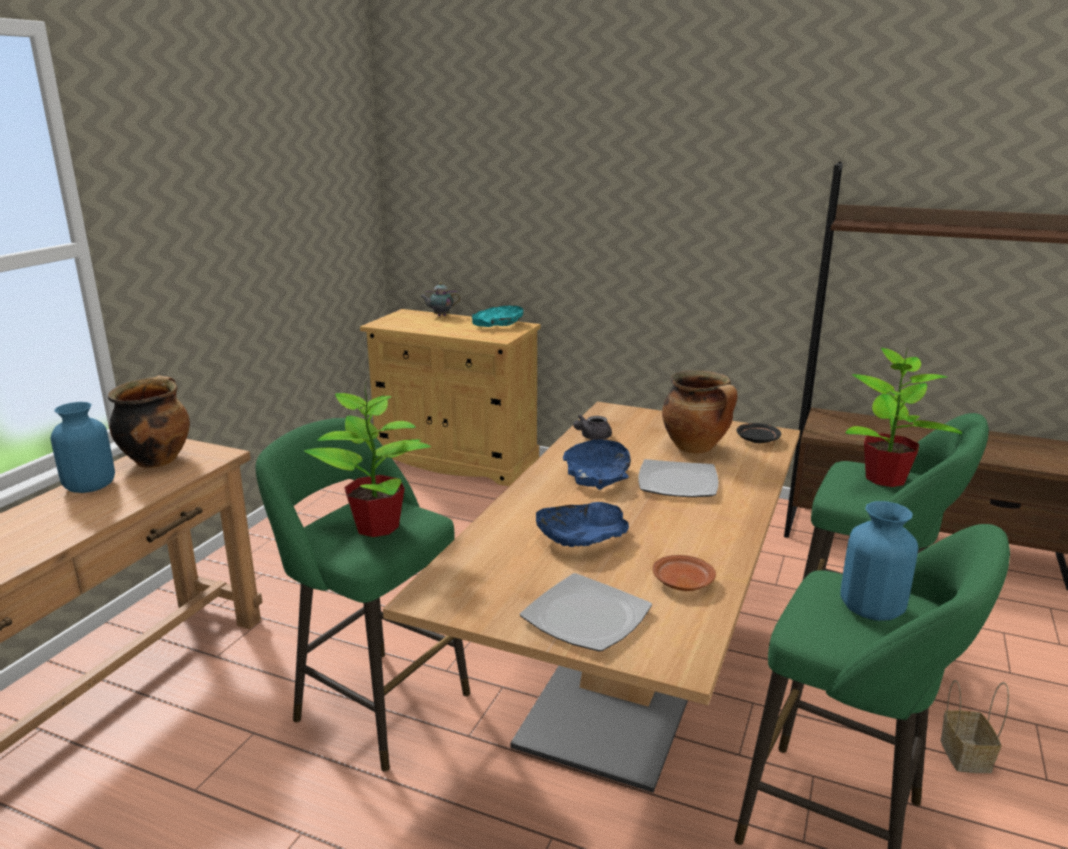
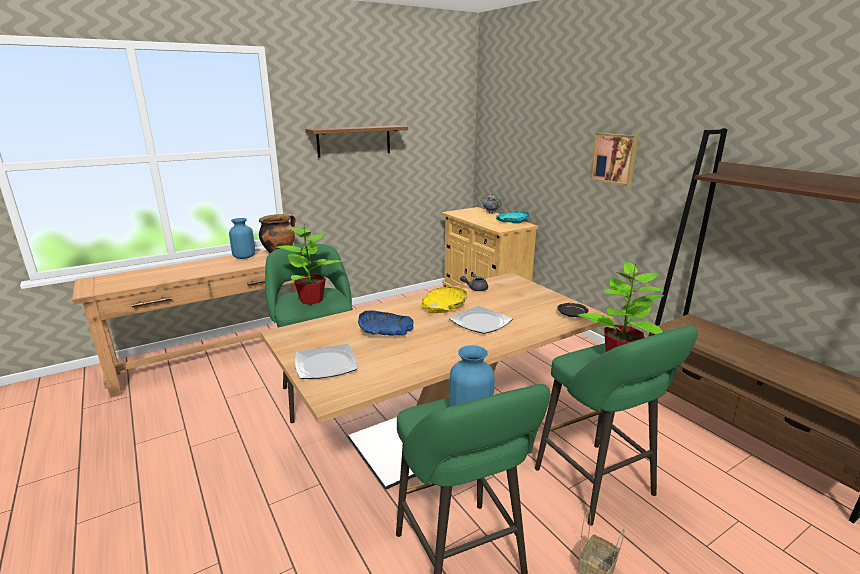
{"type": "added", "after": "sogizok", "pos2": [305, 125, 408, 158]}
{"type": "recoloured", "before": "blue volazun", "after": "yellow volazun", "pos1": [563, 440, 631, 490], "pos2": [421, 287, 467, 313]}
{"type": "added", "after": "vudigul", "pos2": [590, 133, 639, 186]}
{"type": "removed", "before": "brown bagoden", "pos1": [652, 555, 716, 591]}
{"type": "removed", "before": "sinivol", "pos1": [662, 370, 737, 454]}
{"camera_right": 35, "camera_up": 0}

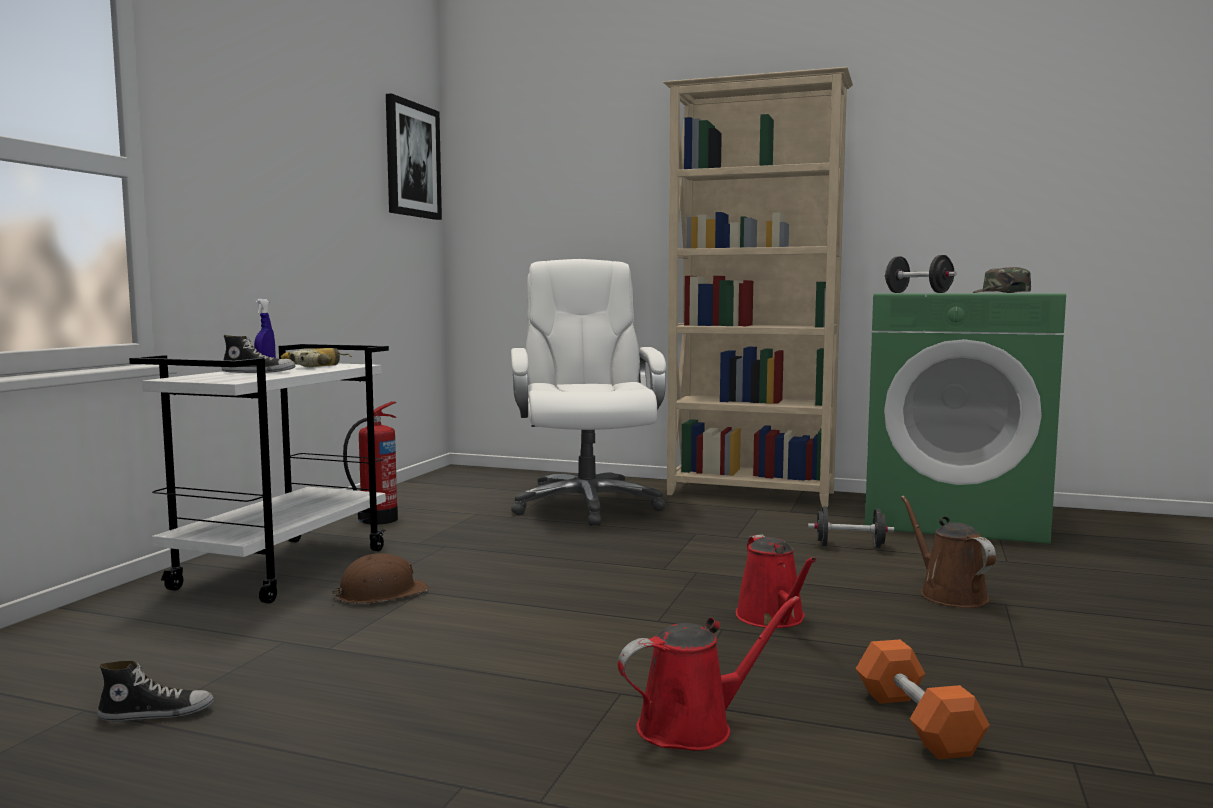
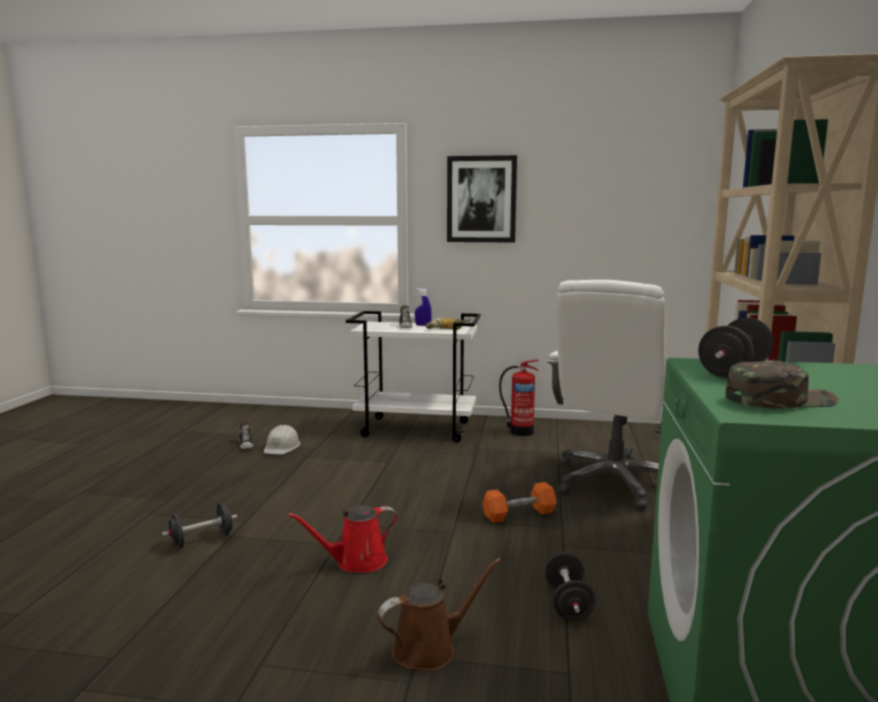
{"type": "replaced", "before": "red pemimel", "after": "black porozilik", "pos1": [618, 596, 800, 751], "pos2": [162, 503, 237, 549]}
{"type": "added", "after": "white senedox", "pos2": [264, 425, 300, 455]}
{"type": "moved", "before": "vudigul", "pos1": [386, 93, 442, 220], "pos2": [447, 155, 517, 243]}
{"type": "moved", "before": "orange porozilik", "pos1": [856, 640, 990, 759], "pos2": [482, 482, 557, 523]}
{"type": "turned", "before": "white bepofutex", "pos1": [511, 259, 666, 526], "pos2": [546, 280, 667, 509], "turn": 135}
{"type": "removed", "before": "brown senedox", "pos1": [332, 553, 429, 604]}
{"camera_right": 80, "camera_up": 5}

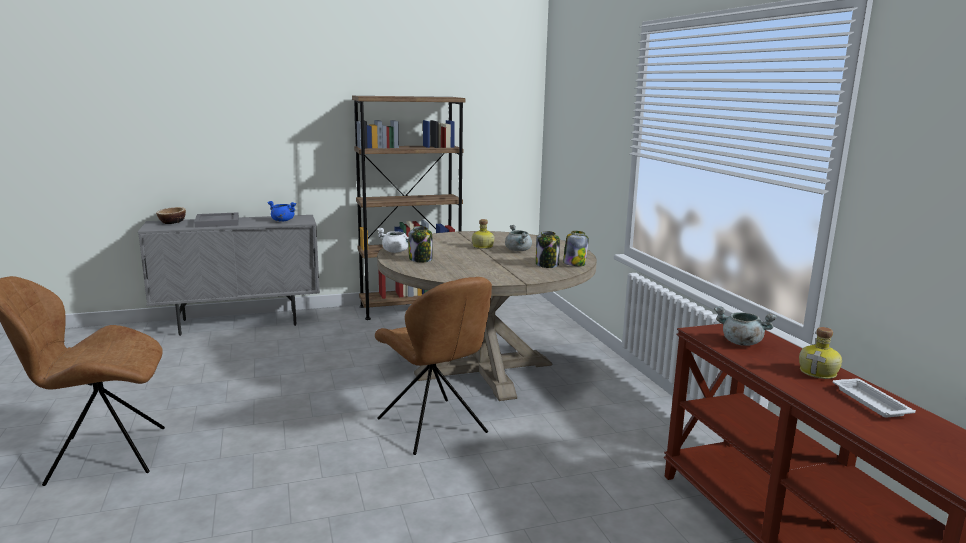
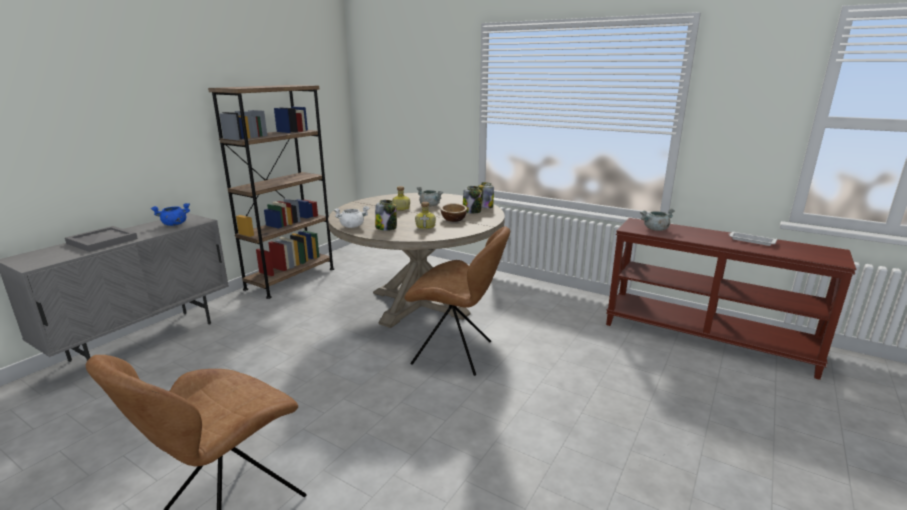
{"type": "moved", "before": "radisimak", "pos1": [799, 327, 842, 379], "pos2": [415, 202, 436, 229]}
{"type": "moved", "before": "volazun", "pos1": [156, 207, 186, 224], "pos2": [440, 203, 467, 222]}
{"camera_right": -40, "camera_up": 5}

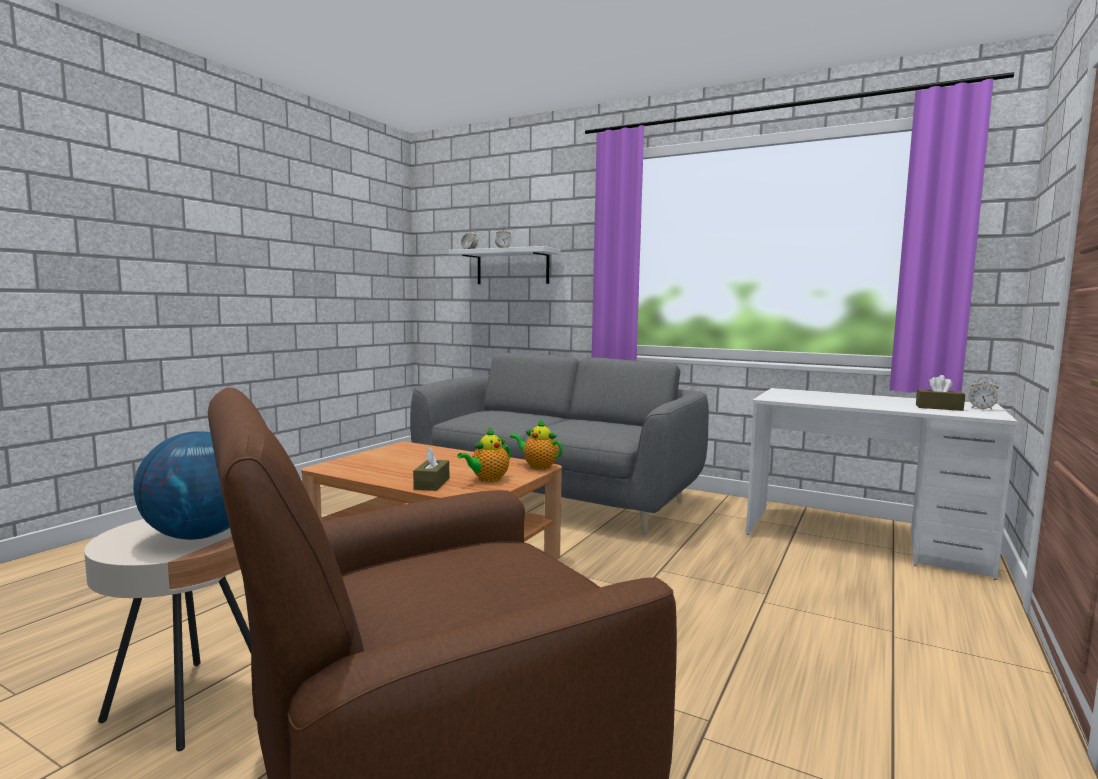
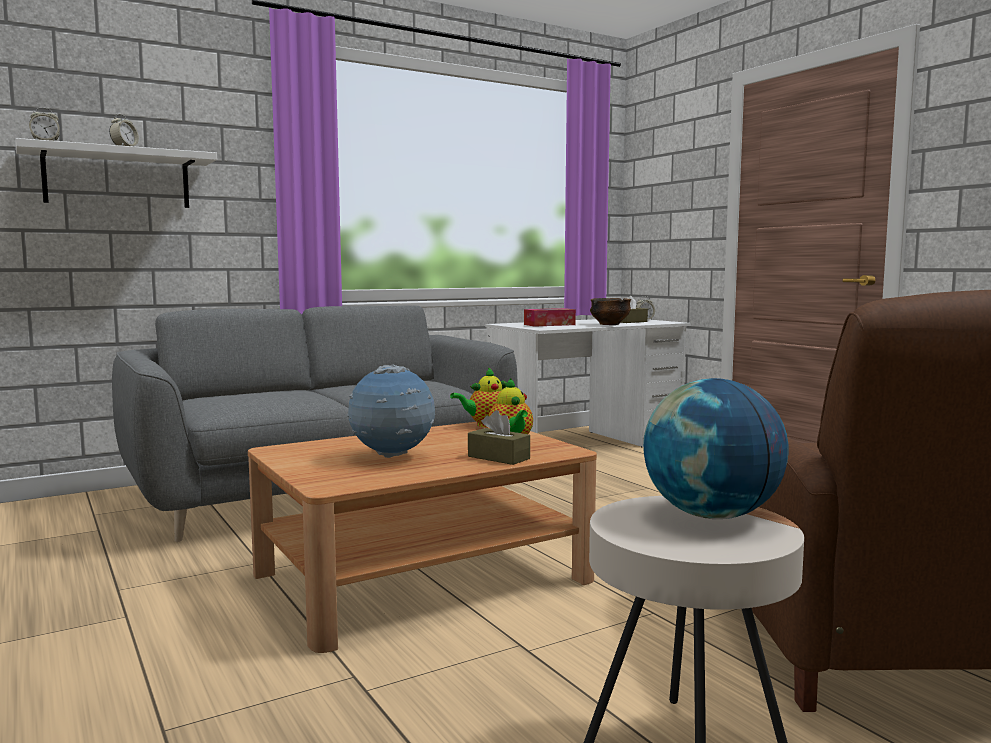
{"type": "added", "after": "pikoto", "pos2": [347, 365, 435, 458]}
{"type": "added", "after": "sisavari", "pos2": [524, 308, 576, 327]}
{"type": "added", "after": "volazun", "pos2": [590, 298, 631, 325]}
{"camera_right": -60, "camera_up": 0}

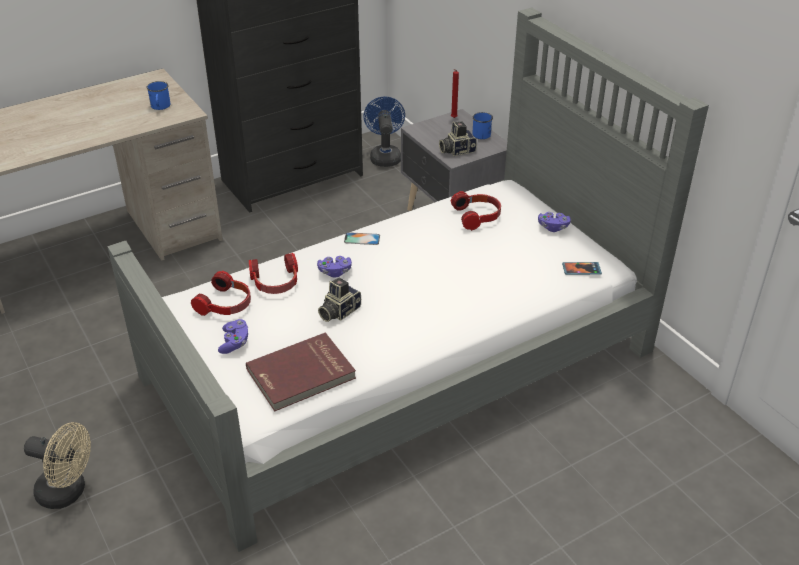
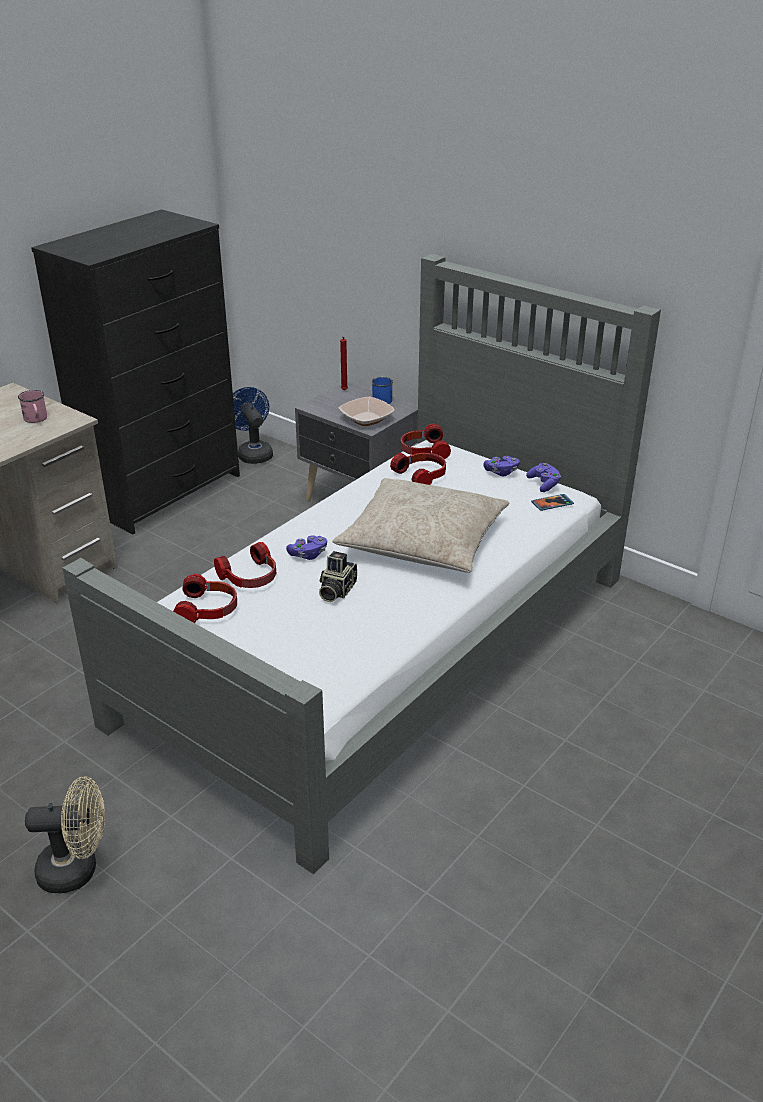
{"type": "recoloured", "before": "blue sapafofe", "after": "pink sapafofe", "pos1": [146, 81, 171, 110], "pos2": [18, 390, 47, 423]}
{"type": "added", "after": "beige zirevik", "pos2": [333, 478, 510, 573]}
{"type": "replaced", "before": "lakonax", "after": "volazun", "pos1": [439, 121, 477, 156], "pos2": [339, 397, 395, 426]}
{"type": "added", "after": "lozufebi", "pos2": [401, 423, 451, 459]}
{"type": "moved", "before": "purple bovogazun", "pos1": [218, 319, 248, 354], "pos2": [526, 463, 561, 492]}
{"type": "removed", "before": "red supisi", "pos1": [246, 333, 356, 411]}
{"type": "removed", "before": "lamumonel", "pos1": [344, 232, 380, 245]}
{"camera_right": -20, "camera_up": -5}

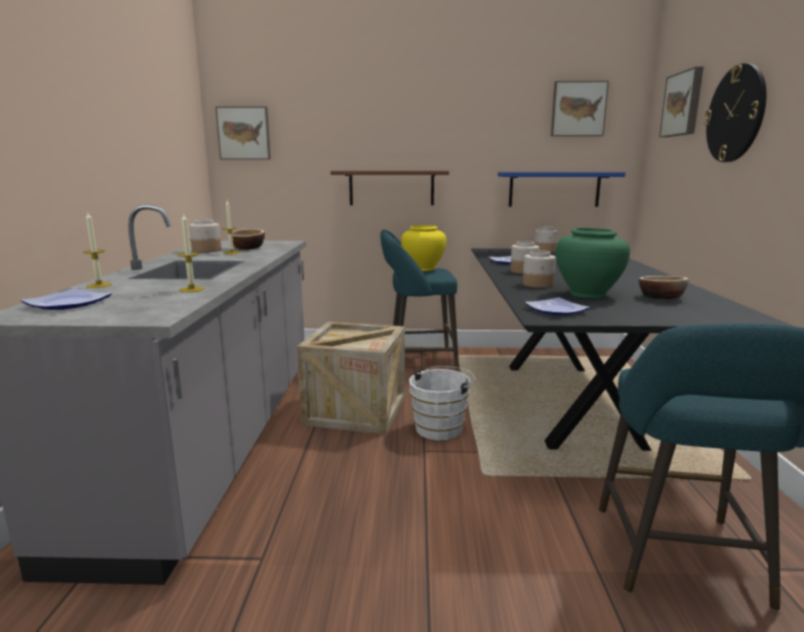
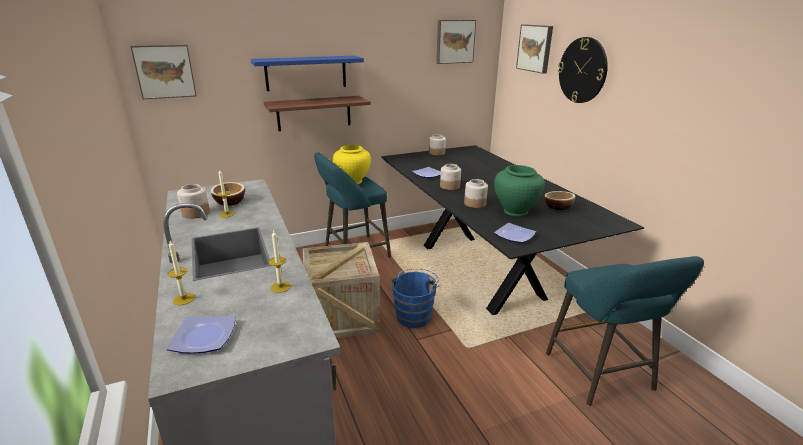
{"type": "moved", "before": "blue sogizok", "pos1": [498, 172, 626, 207], "pos2": [251, 56, 364, 91]}
{"type": "recoloured", "before": "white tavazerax", "after": "blue tavazerax", "pos1": [409, 366, 475, 441], "pos2": [391, 268, 440, 328]}
{"camera_right": -25, "camera_up": 10}

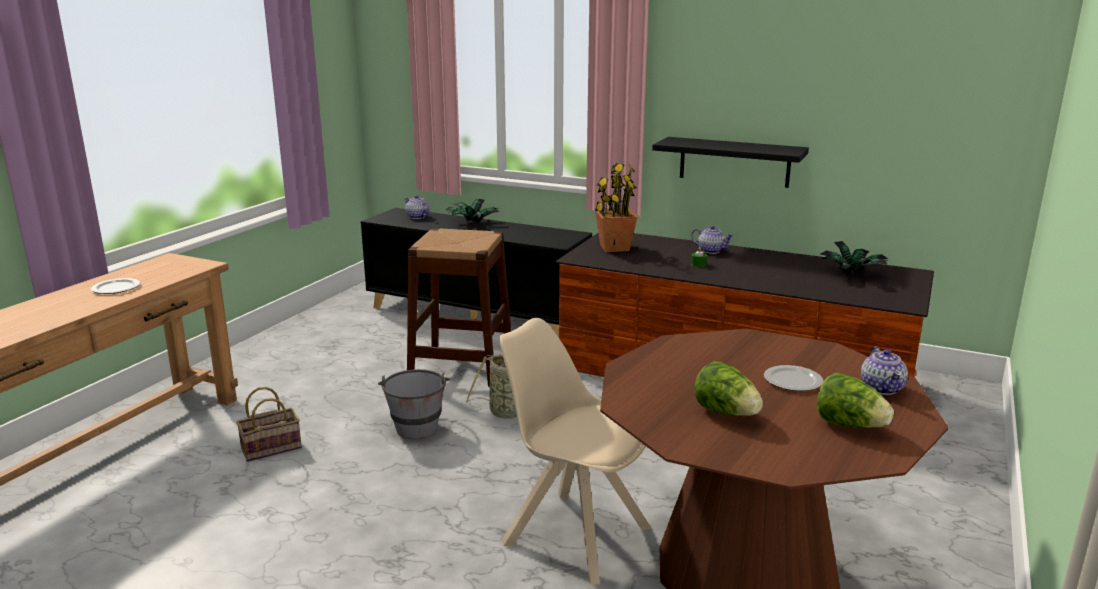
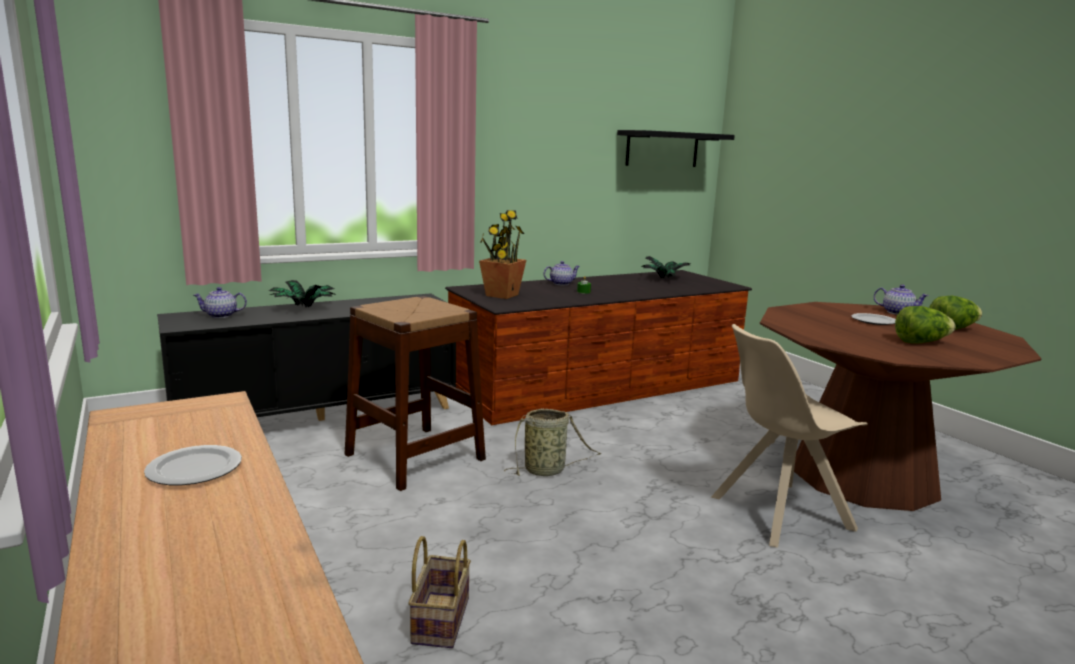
{"type": "moved", "before": "black sogizok", "pos1": [652, 137, 809, 188], "pos2": [617, 130, 735, 167]}
{"type": "removed", "before": "grey tavazerax", "pos1": [378, 369, 450, 439]}
{"camera_right": -55, "camera_up": -5}

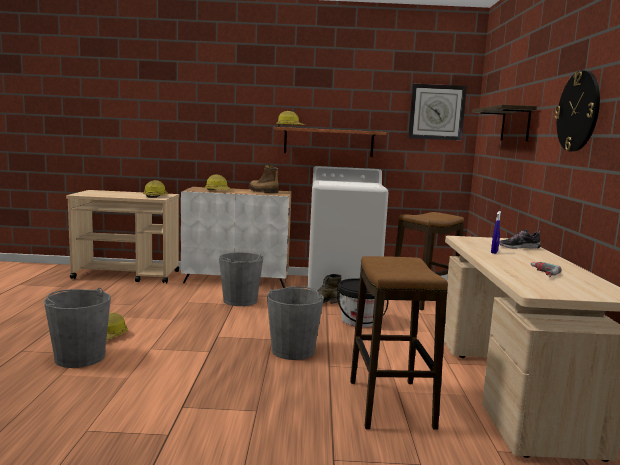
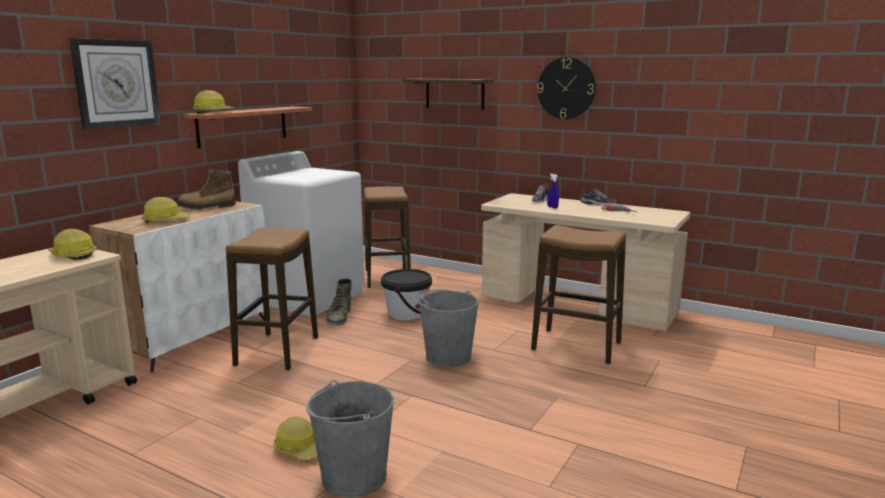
{"type": "moved", "before": "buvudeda", "pos1": [408, 84, 467, 141], "pos2": [69, 38, 161, 129]}
{"type": "replaced", "before": "grey tavazerax", "after": "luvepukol", "pos1": [219, 252, 263, 306], "pos2": [226, 227, 318, 371]}
{"type": "added", "after": "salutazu", "pos2": [580, 188, 617, 206]}
{"camera_right": -60, "camera_up": 5}

